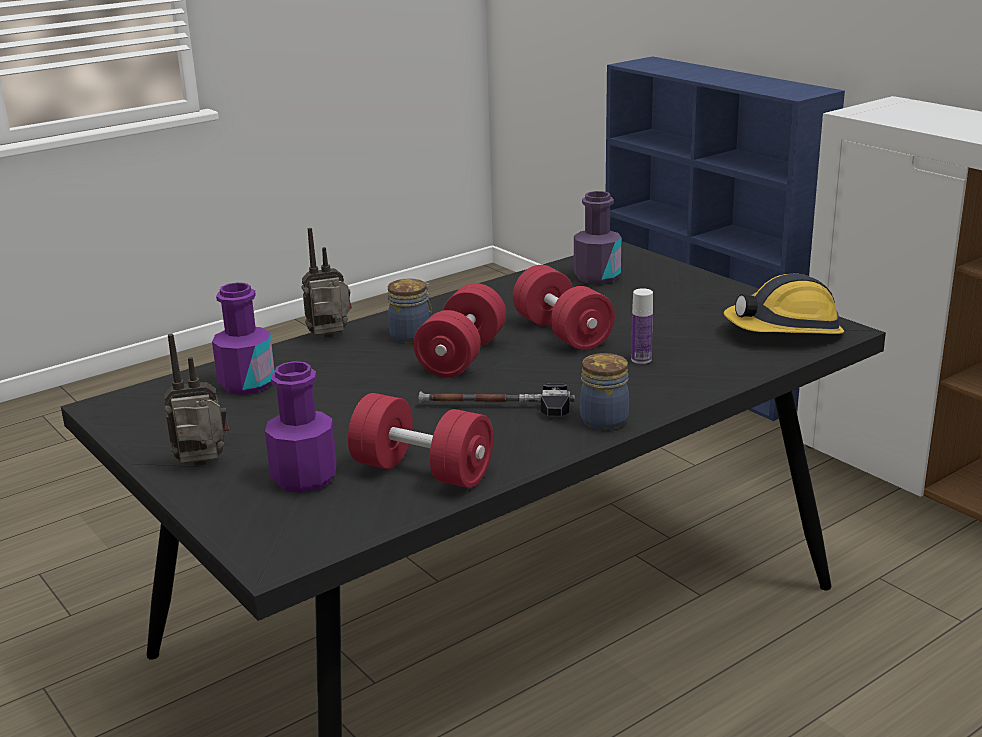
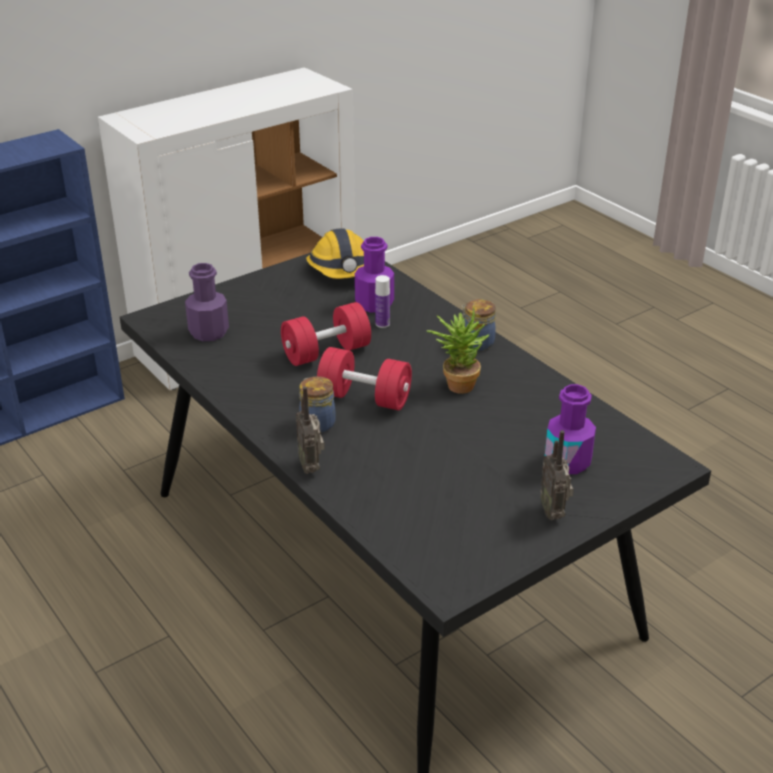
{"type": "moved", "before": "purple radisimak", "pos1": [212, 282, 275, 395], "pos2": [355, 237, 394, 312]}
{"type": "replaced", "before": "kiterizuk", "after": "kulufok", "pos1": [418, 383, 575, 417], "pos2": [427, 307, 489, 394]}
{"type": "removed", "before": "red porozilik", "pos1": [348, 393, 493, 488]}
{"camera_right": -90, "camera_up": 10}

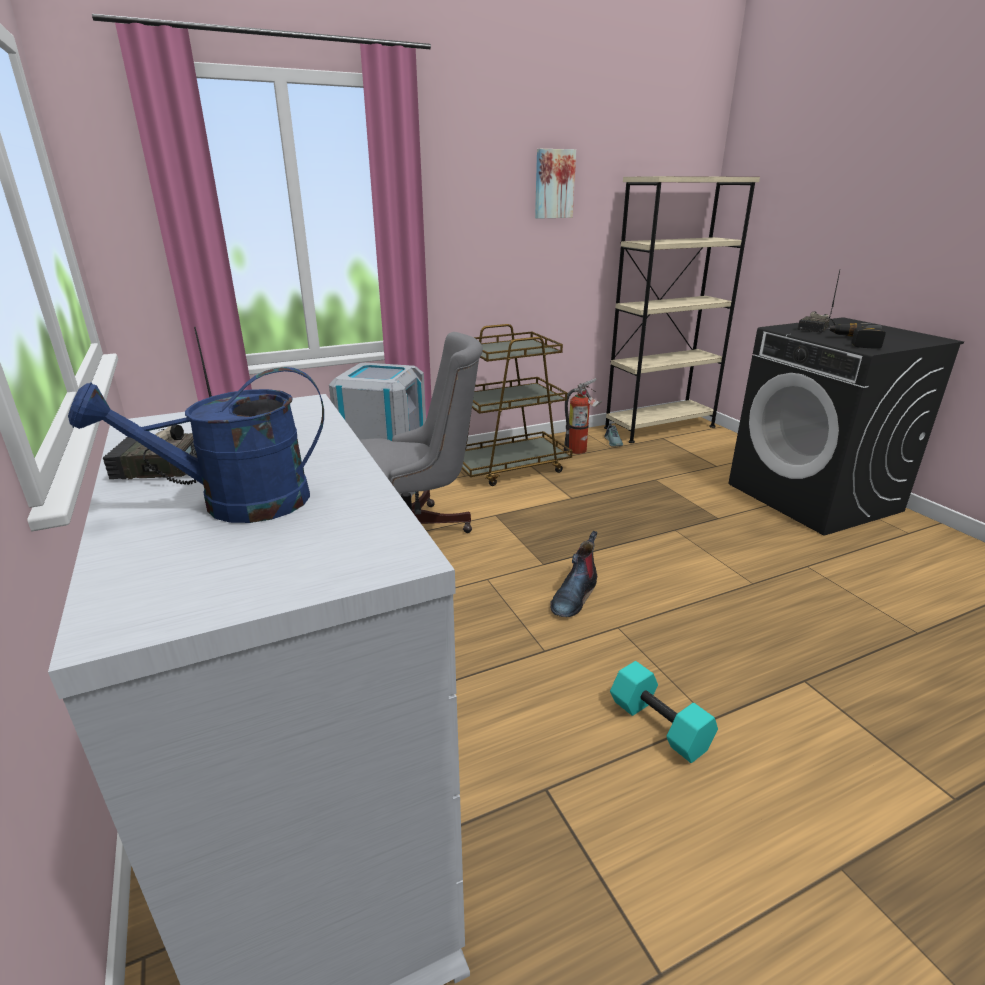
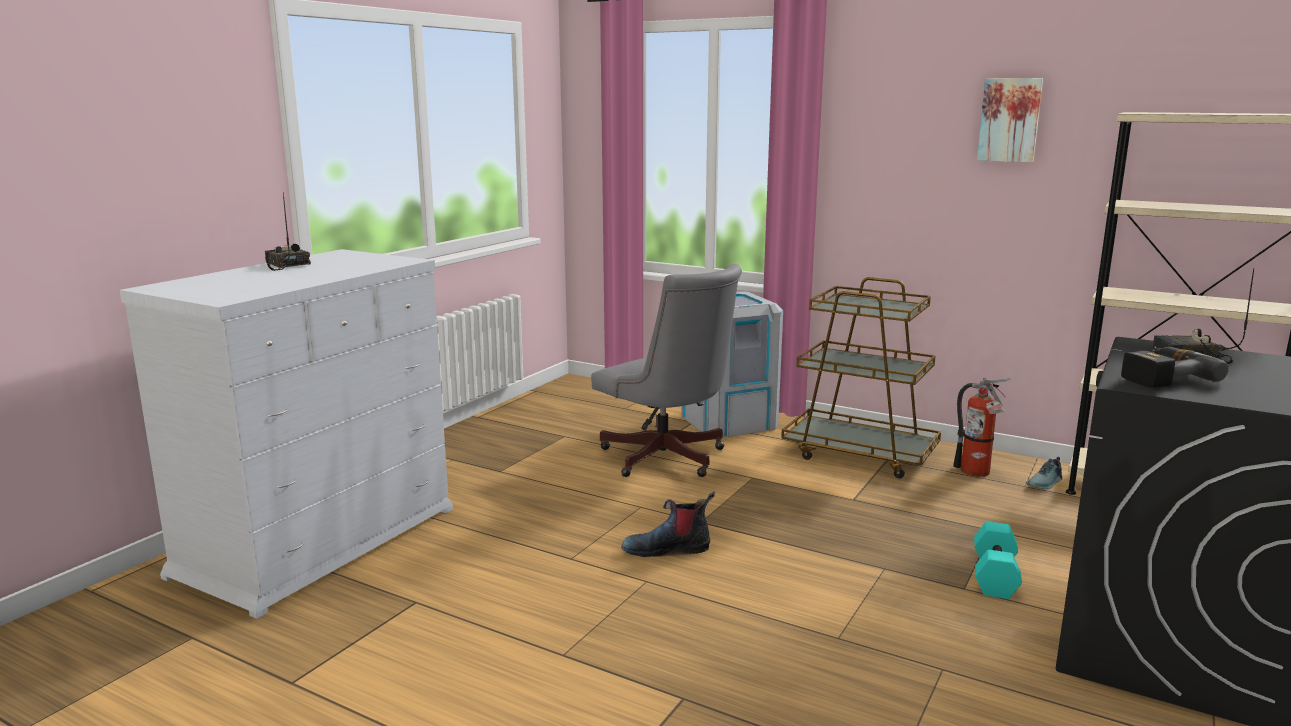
{"type": "moved", "before": "turquoise porozilik", "pos1": [610, 661, 718, 763], "pos2": [974, 521, 1022, 599]}
{"type": "removed", "before": "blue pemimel", "pos1": [68, 367, 324, 523]}
{"camera_right": 55, "camera_up": -10}

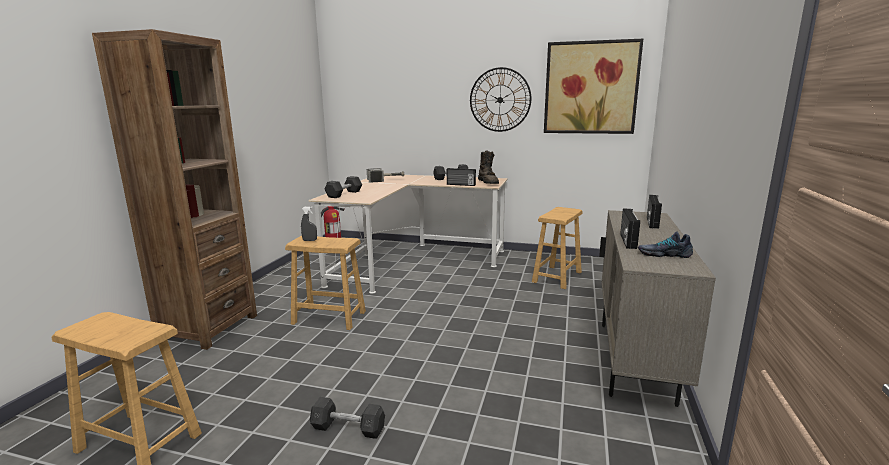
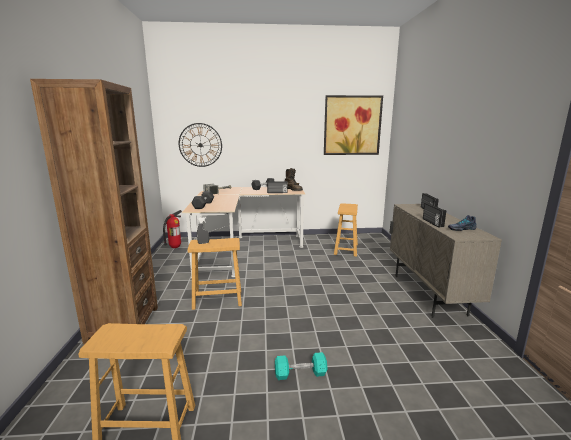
{"type": "moved", "before": "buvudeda", "pos1": [470, 67, 531, 132], "pos2": [179, 123, 222, 167]}
{"type": "recoloured", "before": "grey porozilik", "after": "turquoise porozilik", "pos1": [310, 397, 385, 439], "pos2": [275, 352, 328, 380]}
{"camera_right": -20, "camera_up": 0}

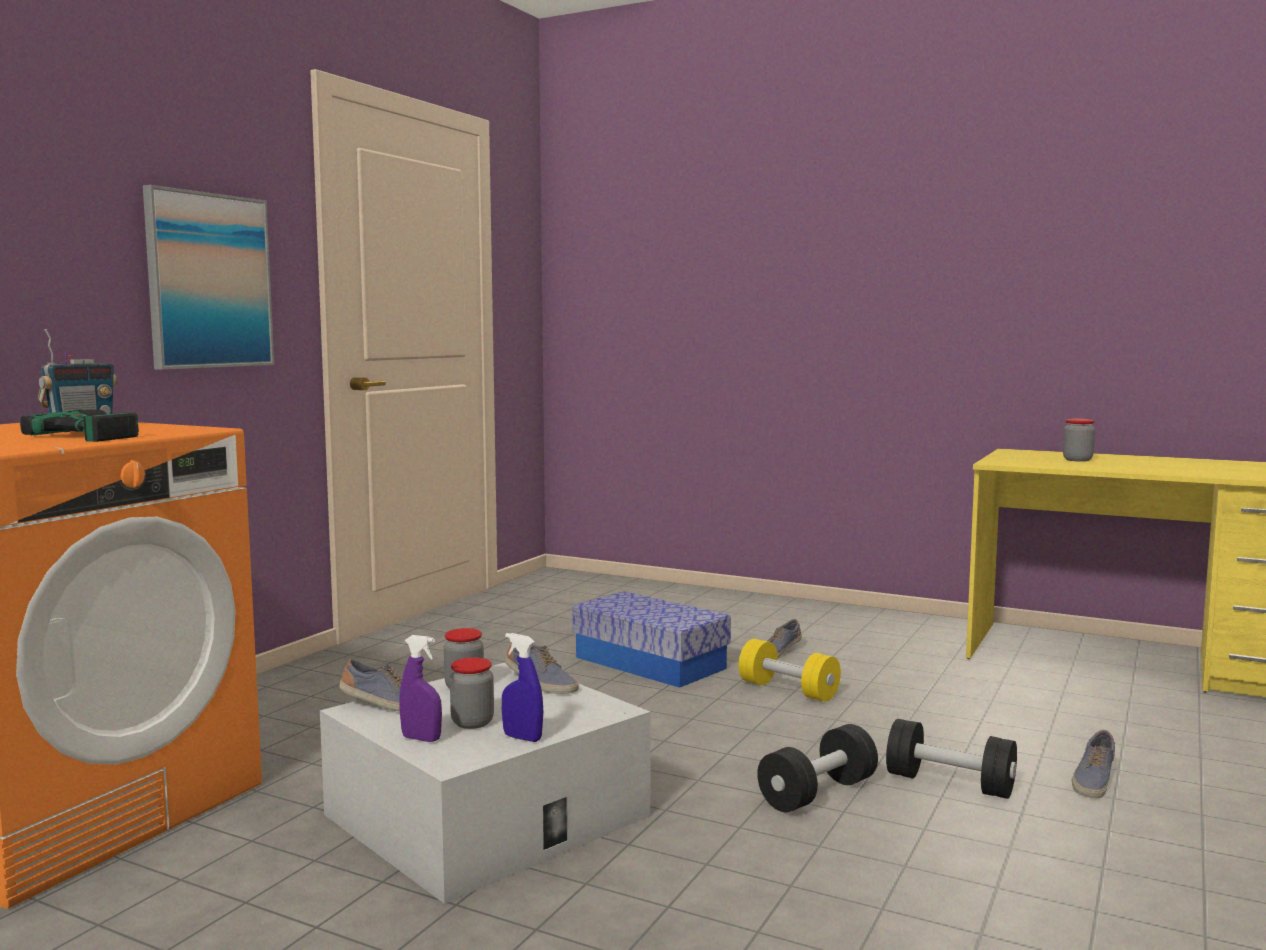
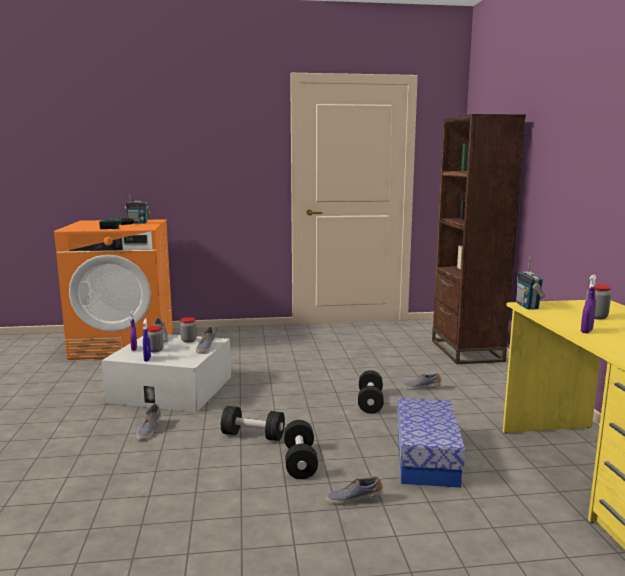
{"type": "added", "after": "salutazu", "pos2": [136, 404, 161, 440]}
{"type": "recoloured", "before": "yellow porozilik", "after": "black porozilik", "pos1": [739, 639, 841, 702], "pos2": [358, 370, 384, 414]}
{"type": "moved", "before": "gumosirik", "pos1": [572, 591, 731, 688], "pos2": [397, 398, 465, 488]}
{"type": "added", "after": "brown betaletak", "pos2": [432, 114, 526, 364]}
{"type": "added", "after": "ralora", "pos2": [516, 255, 545, 309]}
{"type": "added", "after": "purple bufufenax", "pos2": [581, 275, 596, 333]}
{"type": "removed", "before": "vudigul", "pos1": [143, 185, 274, 370]}
{"camera_right": 55, "camera_up": 5}

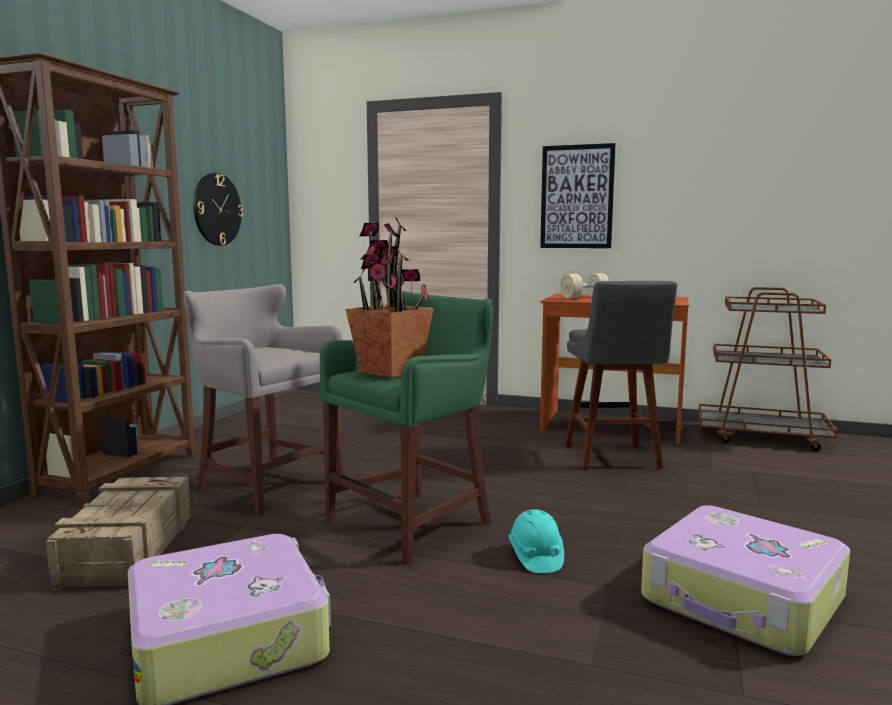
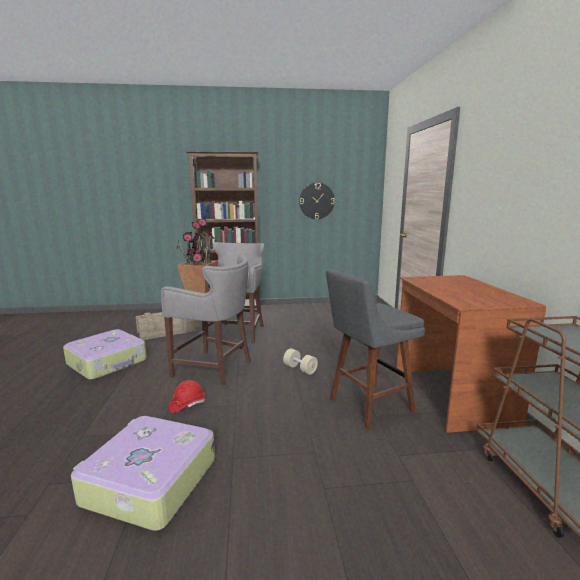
{"type": "recoloured", "before": "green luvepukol", "after": "grey luvepukol", "pos1": [320, 291, 493, 564], "pos2": [161, 255, 251, 386]}
{"type": "recoloured", "before": "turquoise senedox", "after": "red senedox", "pos1": [509, 509, 564, 573], "pos2": [168, 380, 205, 413]}
{"type": "moved", "before": "beige porozilik", "pos1": [560, 273, 609, 299], "pos2": [283, 348, 318, 375]}
{"type": "removed", "before": "vudigul", "pos1": [540, 143, 616, 248]}
{"camera_right": 65, "camera_up": 5}

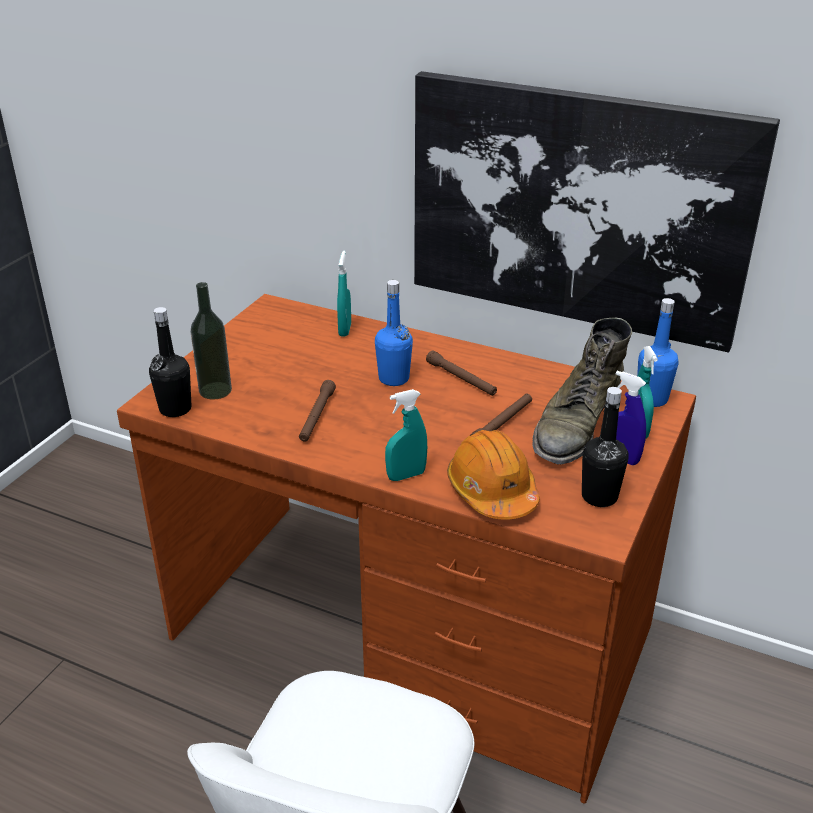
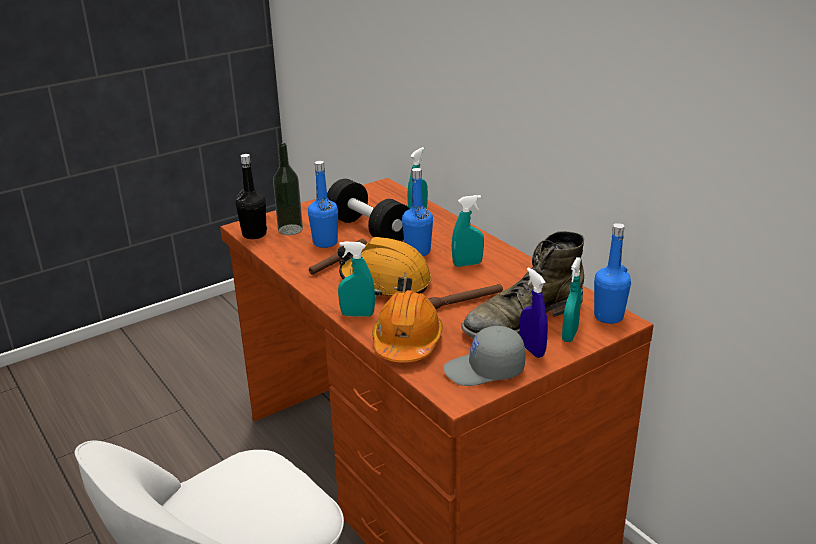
{"type": "added", "after": "blue radisimak", "pos2": [308, 161, 338, 248]}
{"type": "added", "after": "black porozilik", "pos2": [327, 179, 410, 241]}
{"type": "added", "after": "orange senedox", "pos2": [338, 237, 431, 298]}
{"type": "replaced", "before": "black radisimak", "after": "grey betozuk", "pos1": [582, 387, 629, 507], "pos2": [443, 326, 526, 386]}
{"type": "replaced", "before": "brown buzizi", "after": "turquoise bufufenax", "pos1": [426, 351, 497, 396], "pos2": [452, 195, 484, 267]}
{"type": "removed", "before": "vudigul", "pos1": [414, 71, 780, 352]}
{"camera_right": 30, "camera_up": -5}

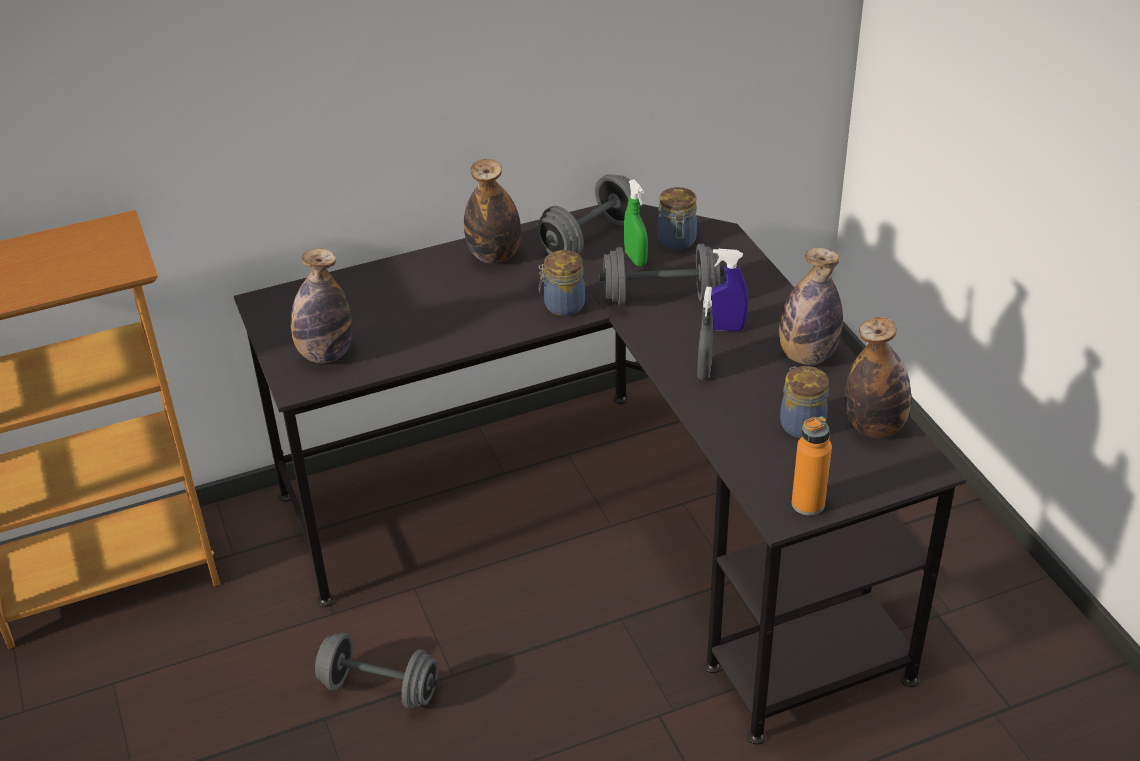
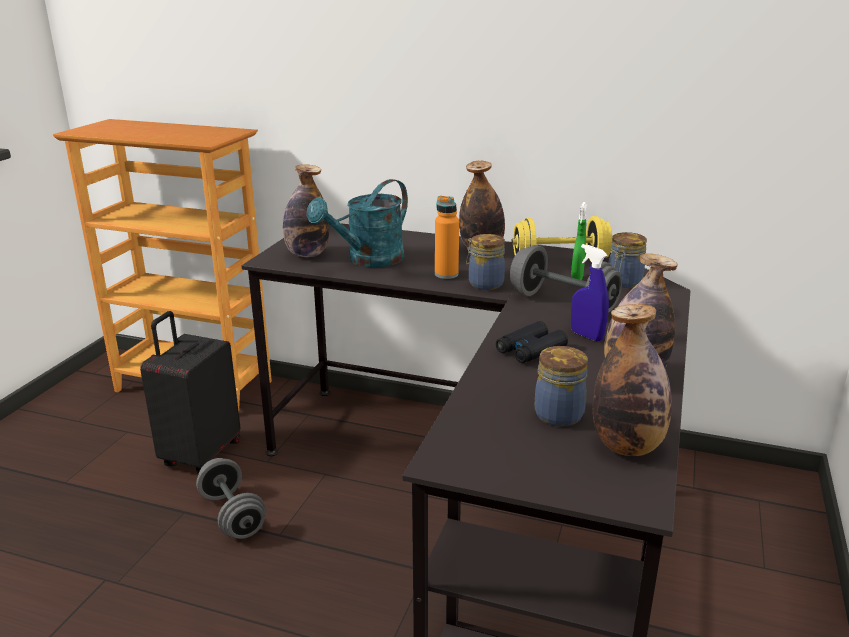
{"type": "added", "after": "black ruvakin", "pos2": [140, 311, 241, 474]}
{"type": "added", "after": "turquoise pemimel", "pos2": [307, 179, 408, 267]}
{"type": "moved", "before": "orange radisimak", "pos1": [792, 416, 832, 516], "pos2": [435, 196, 459, 279]}
{"type": "replaced", "before": "grey bufufenax", "after": "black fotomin", "pos1": [697, 287, 713, 380], "pos2": [496, 321, 568, 363]}
{"type": "recoloured", "before": "grey porozilik", "after": "yellow porozilik", "pos1": [537, 174, 641, 254], "pos2": [512, 216, 612, 263]}
{"camera_right": 40, "camera_up": -15}

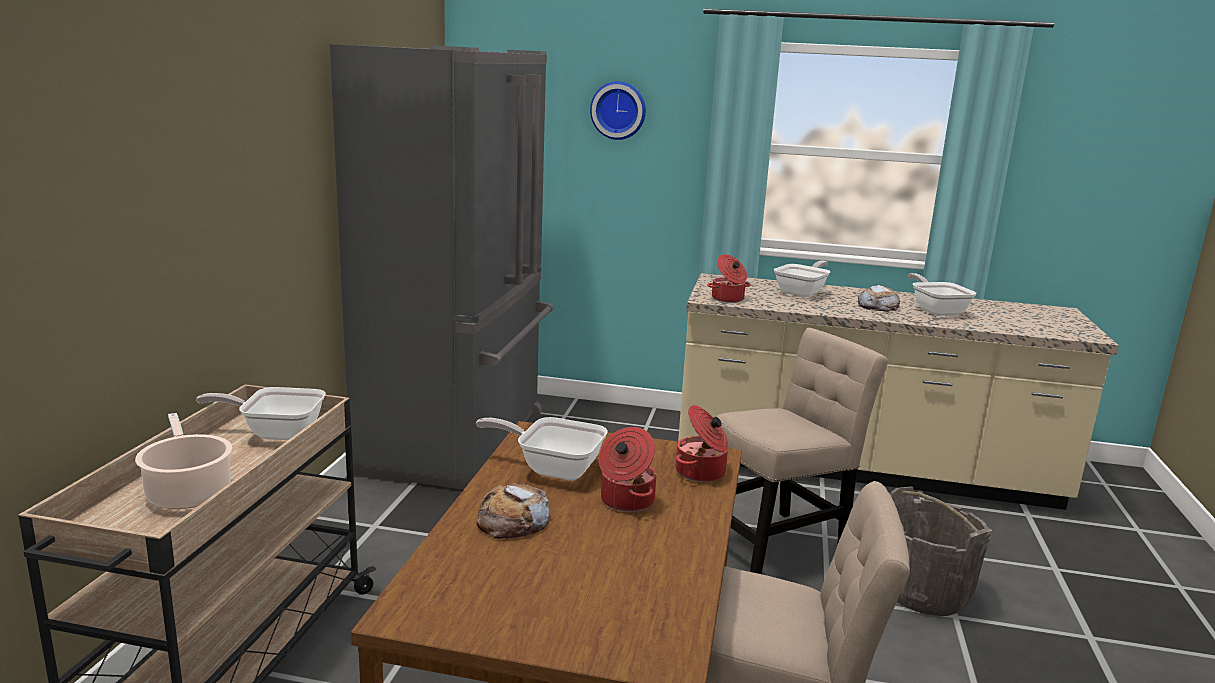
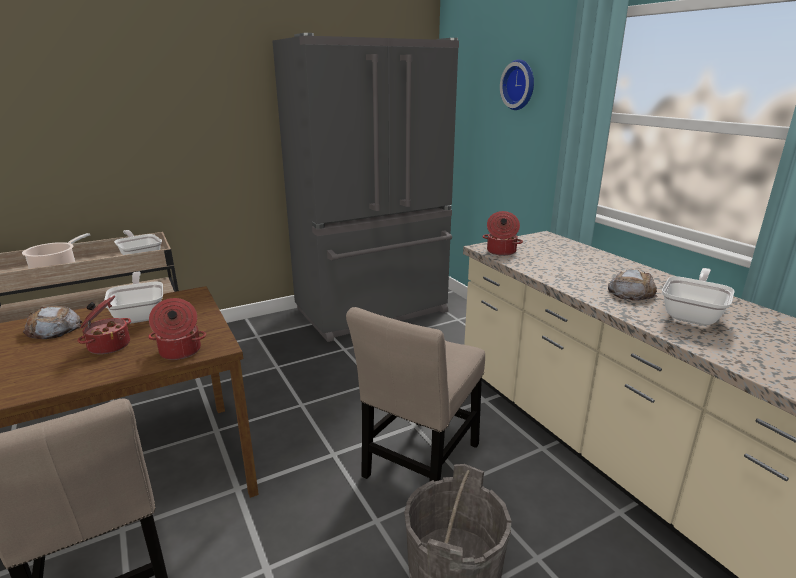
{"type": "turned", "before": "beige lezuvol", "pos1": [716, 328, 888, 574], "pos2": [346, 307, 485, 482], "turn": 105}
{"type": "removed", "before": "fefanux", "pos1": [774, 261, 830, 297]}
{"camera_right": 50, "camera_up": 5}

